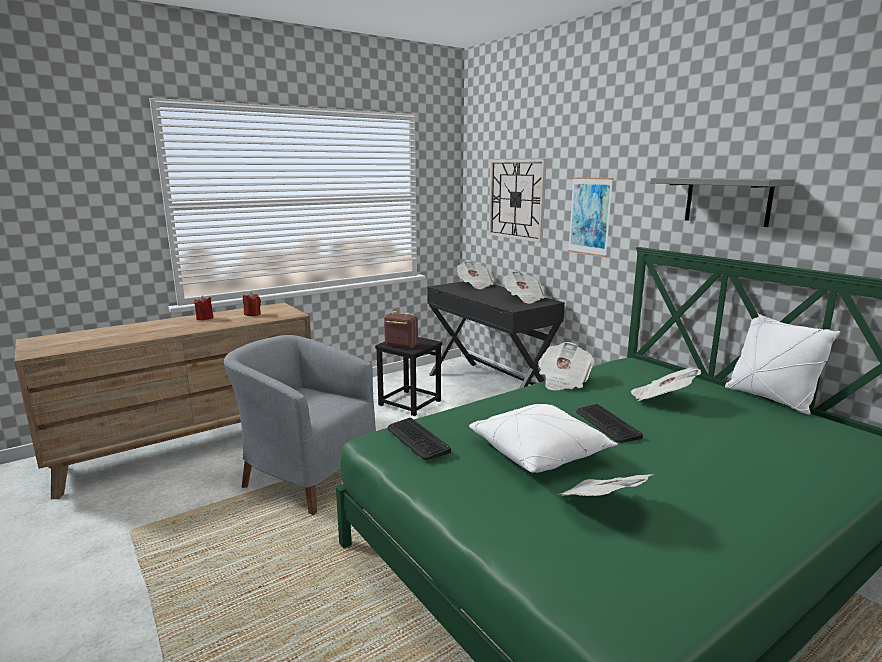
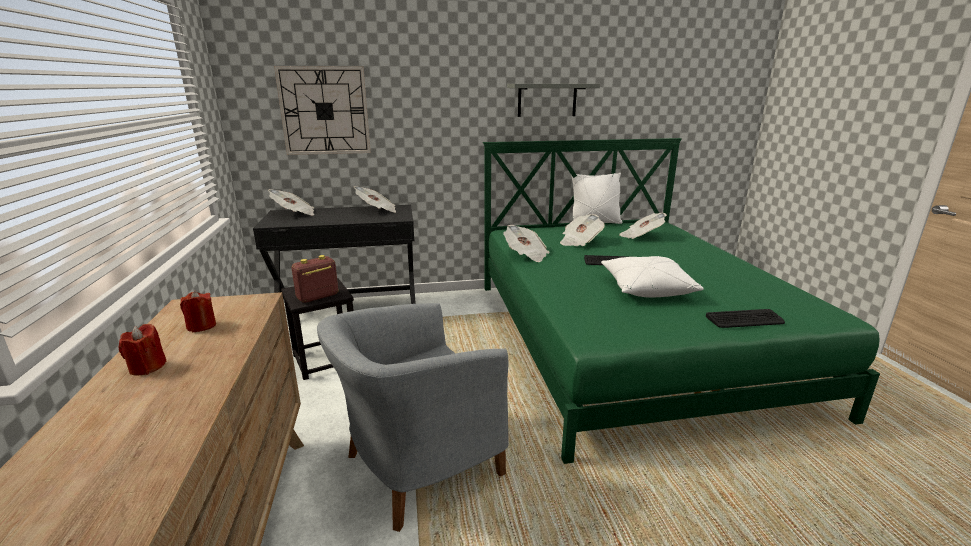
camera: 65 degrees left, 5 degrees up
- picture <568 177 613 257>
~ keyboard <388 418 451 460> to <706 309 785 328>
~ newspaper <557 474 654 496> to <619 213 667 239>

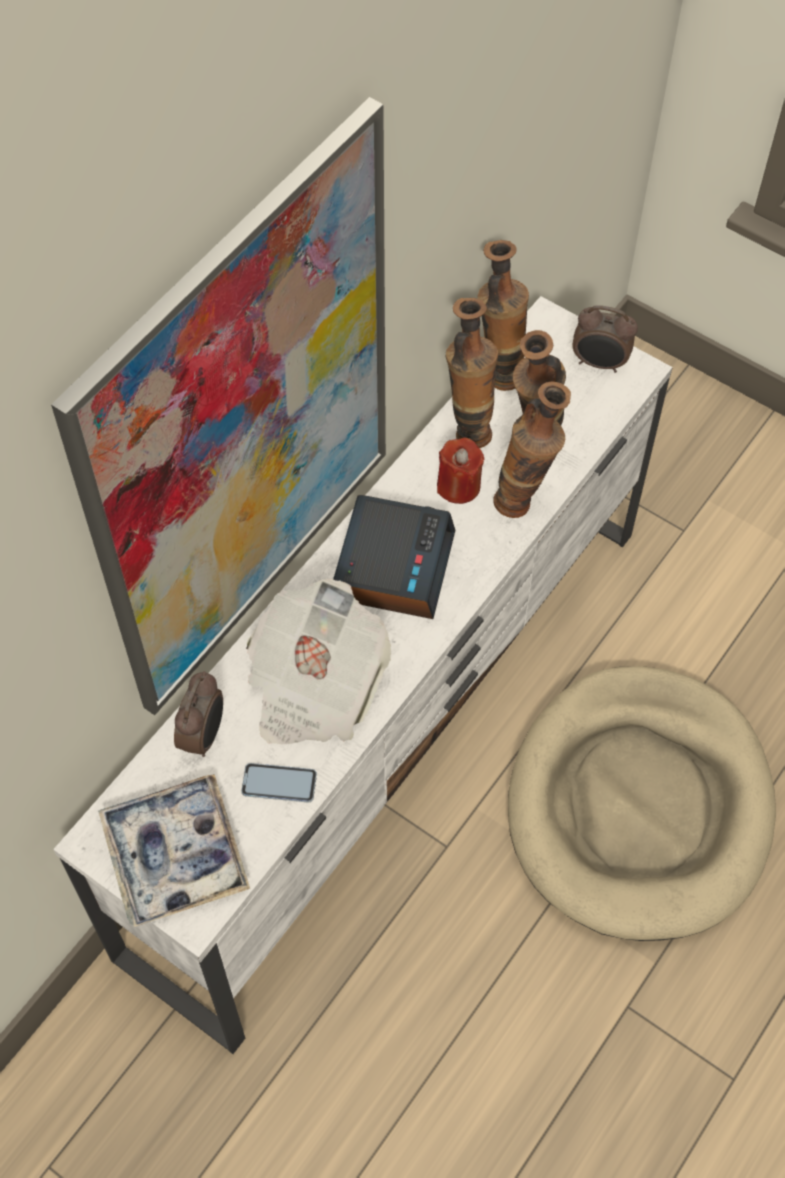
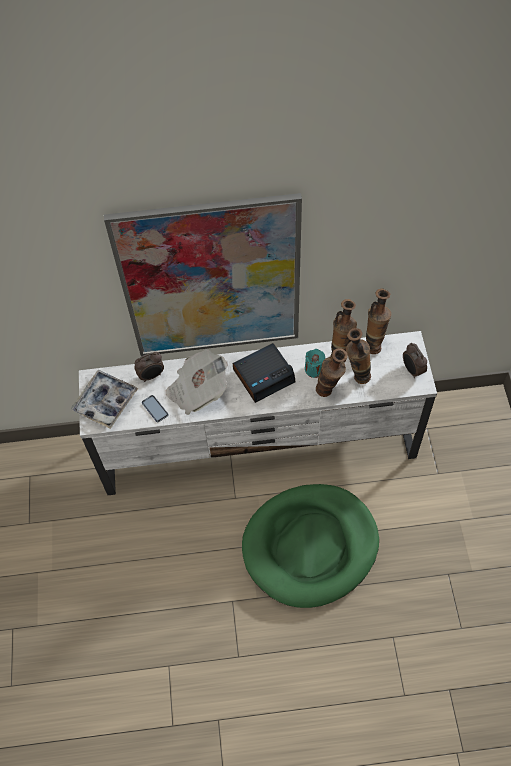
camera: 50 degrees right, 0 degrees up
~ red candle <437 438 485 504> to turquoise candle <305 349 325 378>
~ beige dog bed <508 666 776 941> to green dog bed <242 484 379 608>

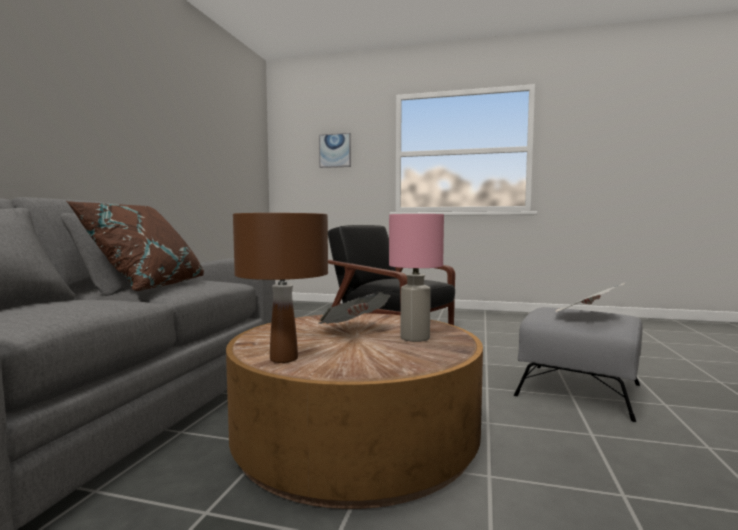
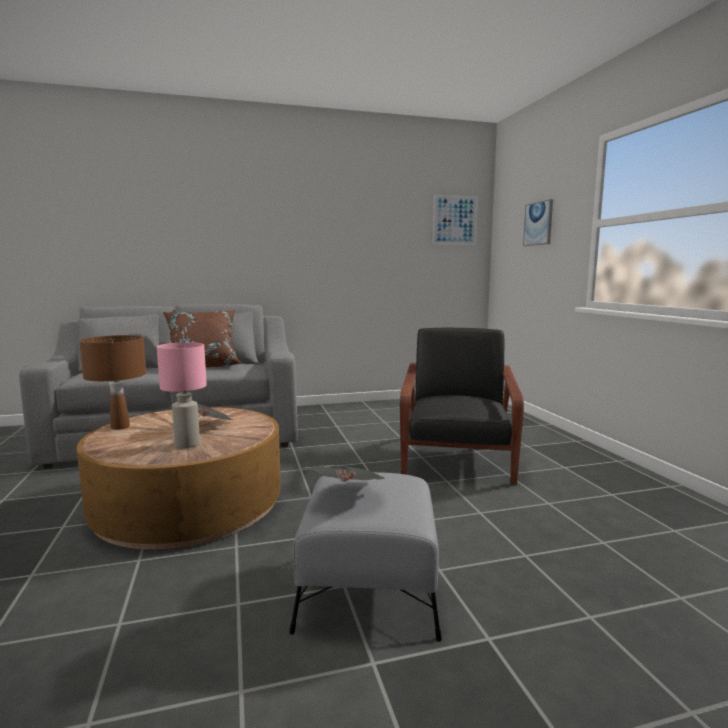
camera: 60 degrees right, 5 degrees up
+ picture <433 195 478 245>

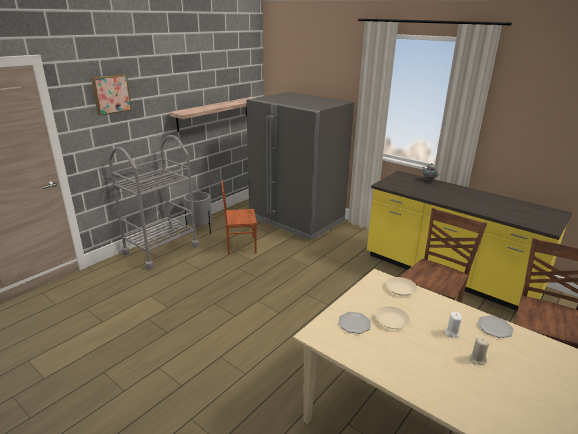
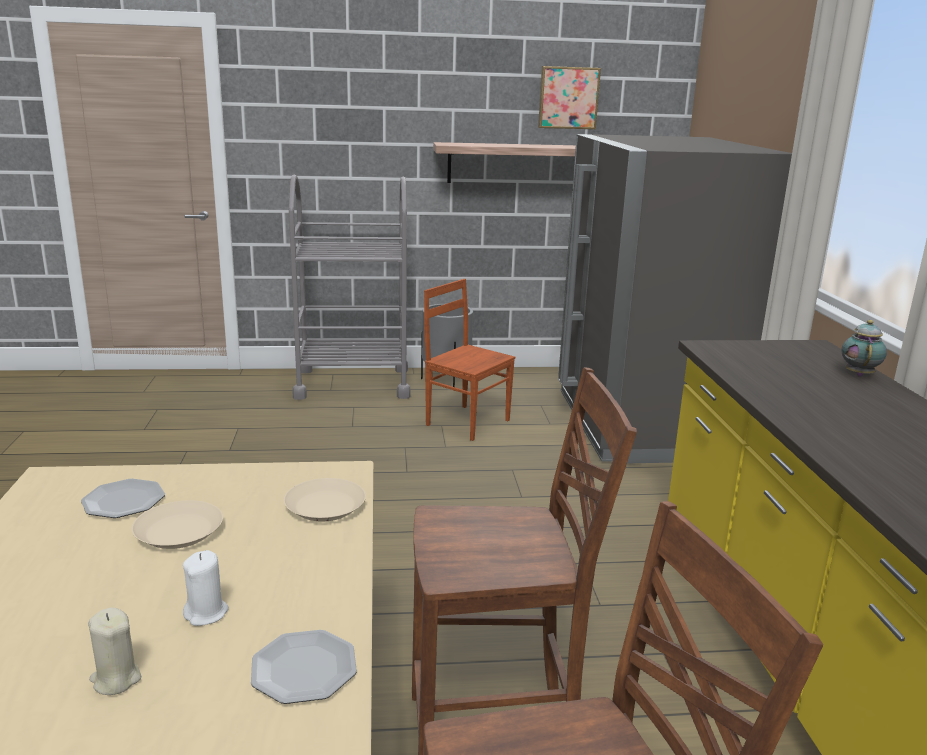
camera: 45 degrees right, 5 degrees down
~ picture <91 74 132 116> to <538 66 601 129>

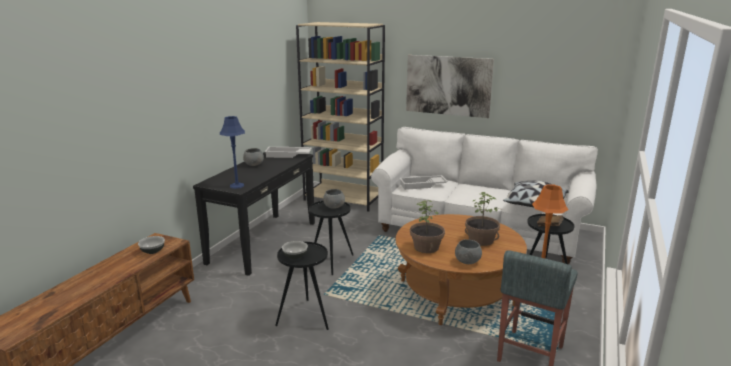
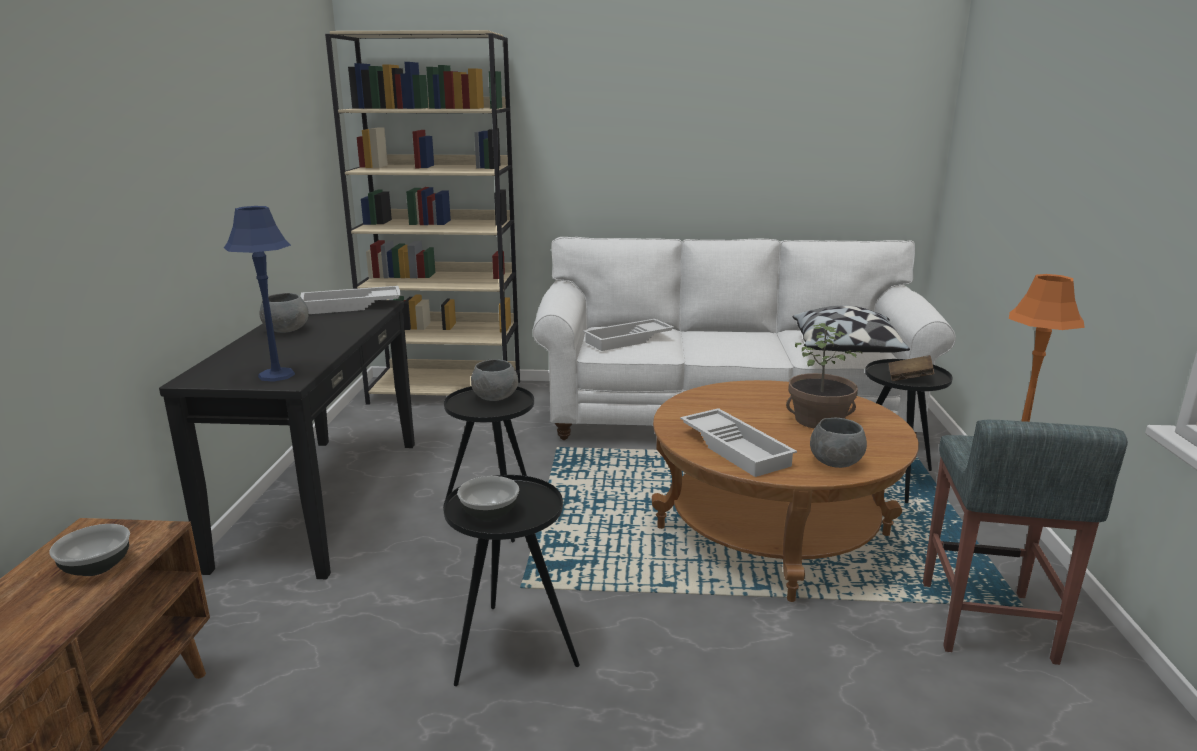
camera: 20 degrees left, 0 degrees up
- picture <406 55 494 118>
~ potted plant <410 200 445 253> to white tray <680 408 797 477>

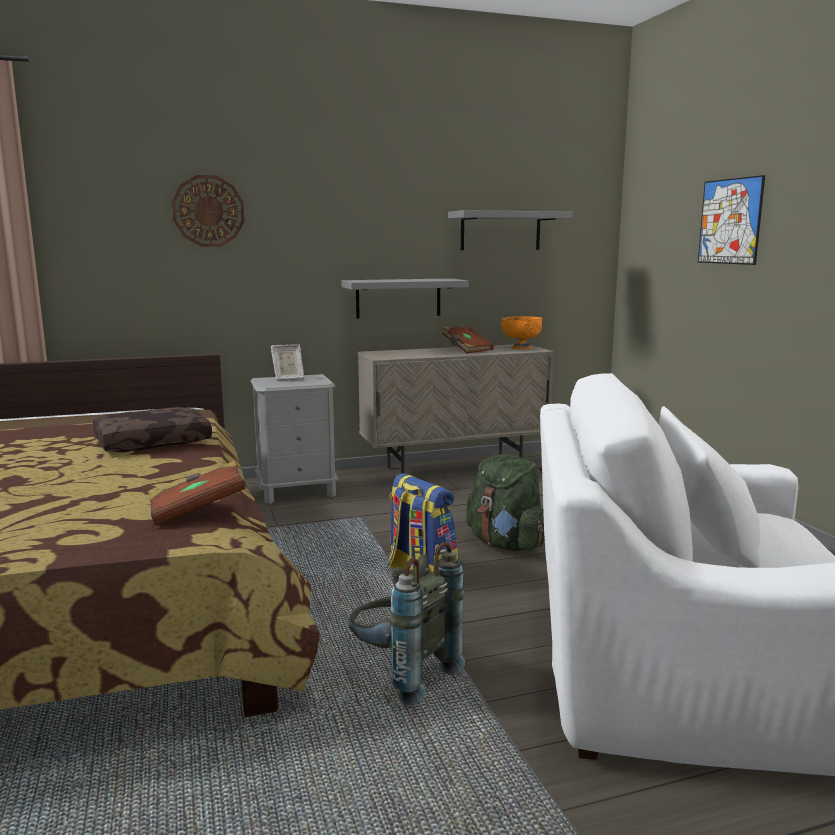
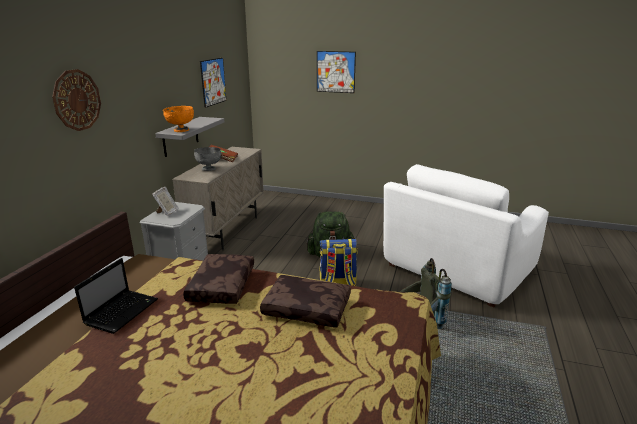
camera: 55 degrees left, 10 degrees up
~ grey shelf <448 210 573 250> to picture <200 58 226 108>
~ orange bowl <501 316 542 349> to <163 106 194 132>
- brown book <150 461 245 525>
+ grey bowl <194 147 221 171>
+ laptop <74 258 158 334>
+ brown pillow <260 275 351 328>

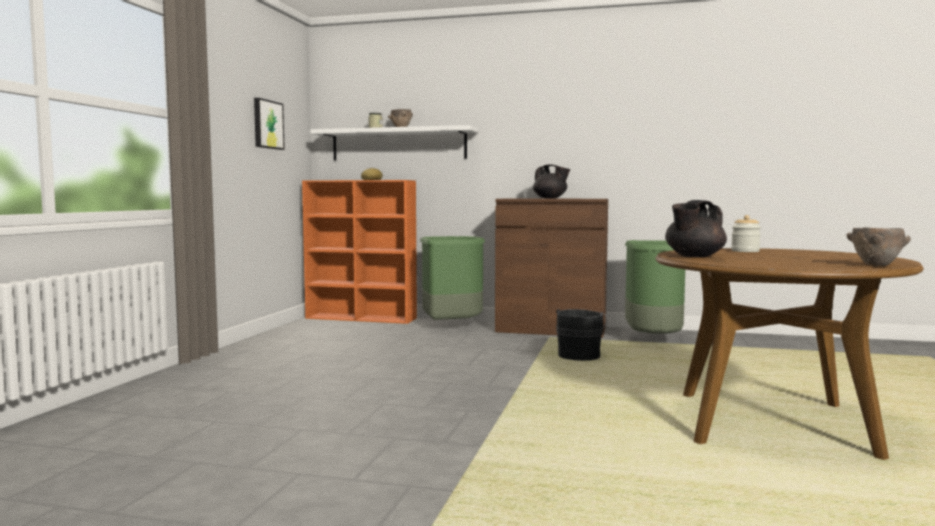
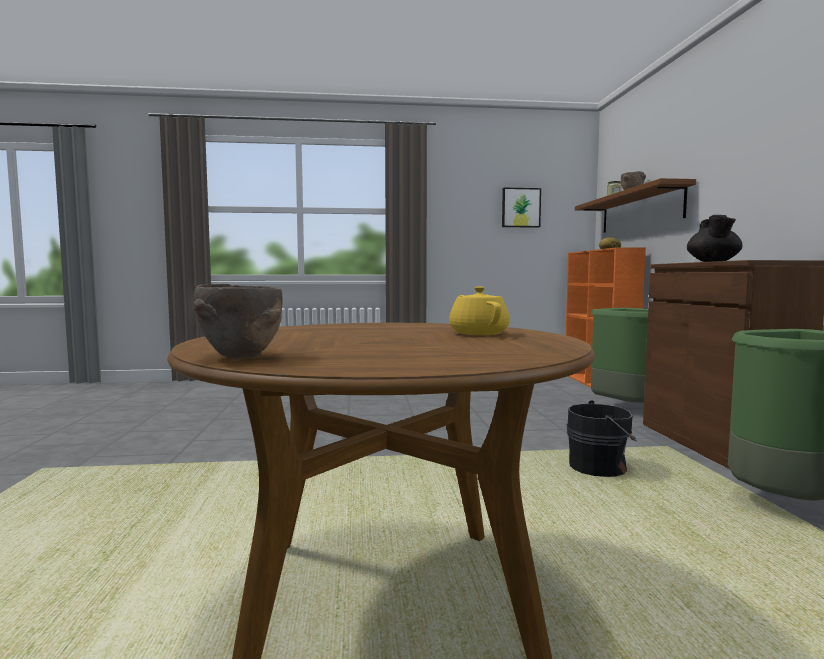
camera: 70 degrees right, 0 degrees up
~ white shelf <310 125 478 160> to brown shelf <575 178 696 233>
- black teapot <665 200 727 258>
~ jar <731 215 761 252> to yellow teapot <449 286 510 335>

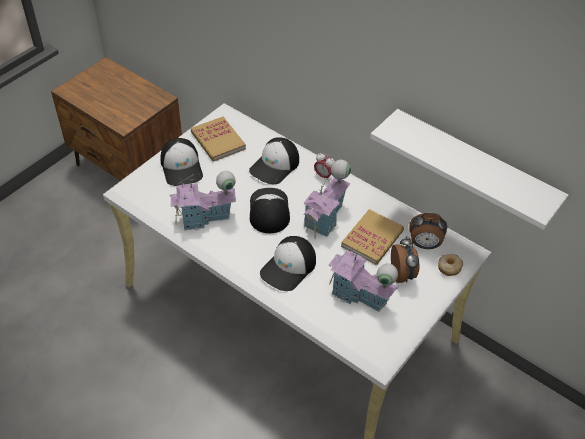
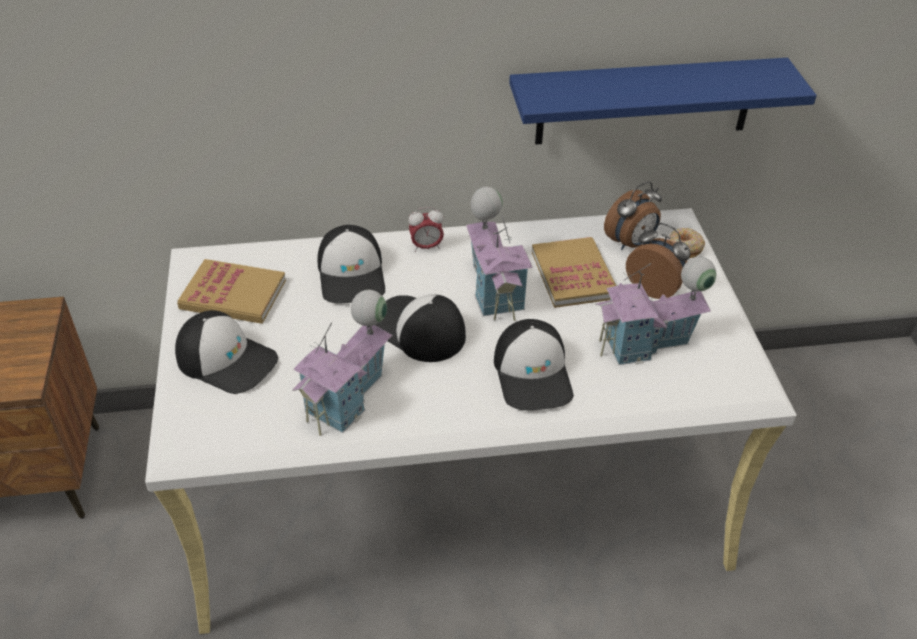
camera: 45 degrees left, 5 degrees down
~ white shelf <370 109 568 230> to blue shelf <509 58 817 145>

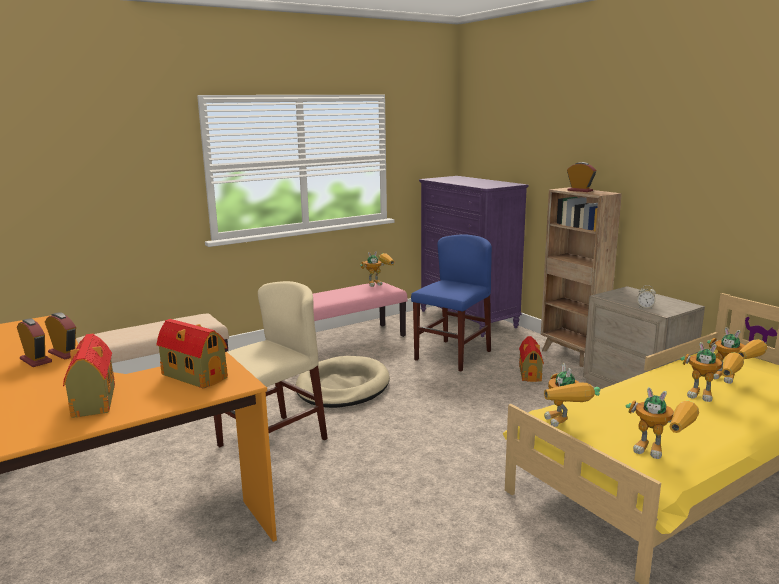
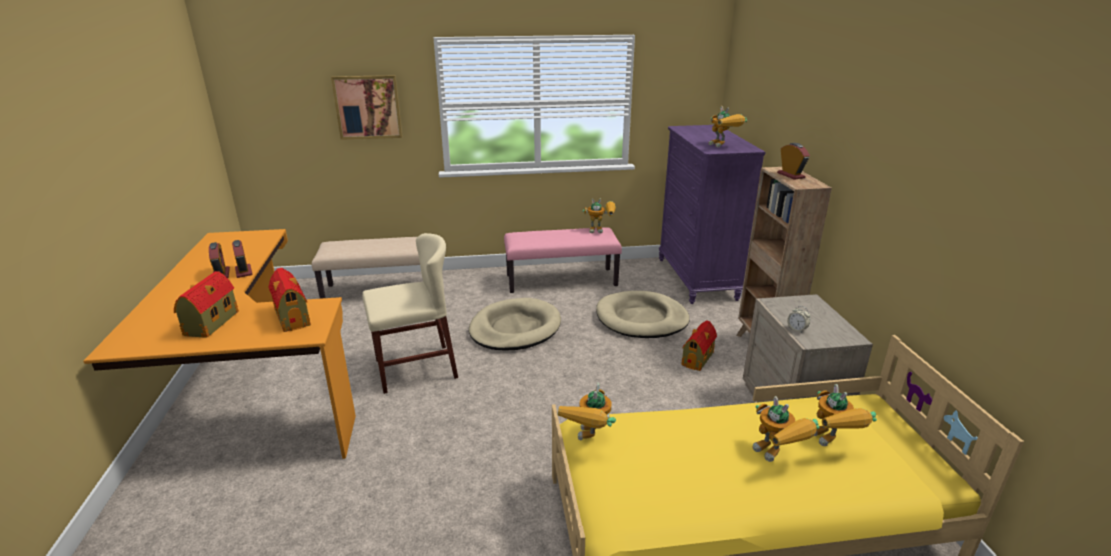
camera: 25 degrees right, 10 degrees up
~ blue chair <411 234 492 372> to beige dog bed <596 291 690 338>
~ toy robot <626 387 699 459> to <709 106 747 147>
+ picture <331 75 402 140>

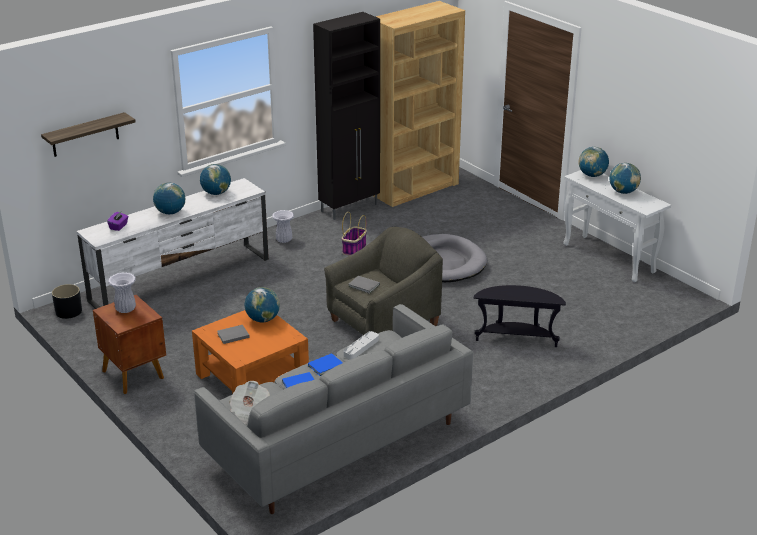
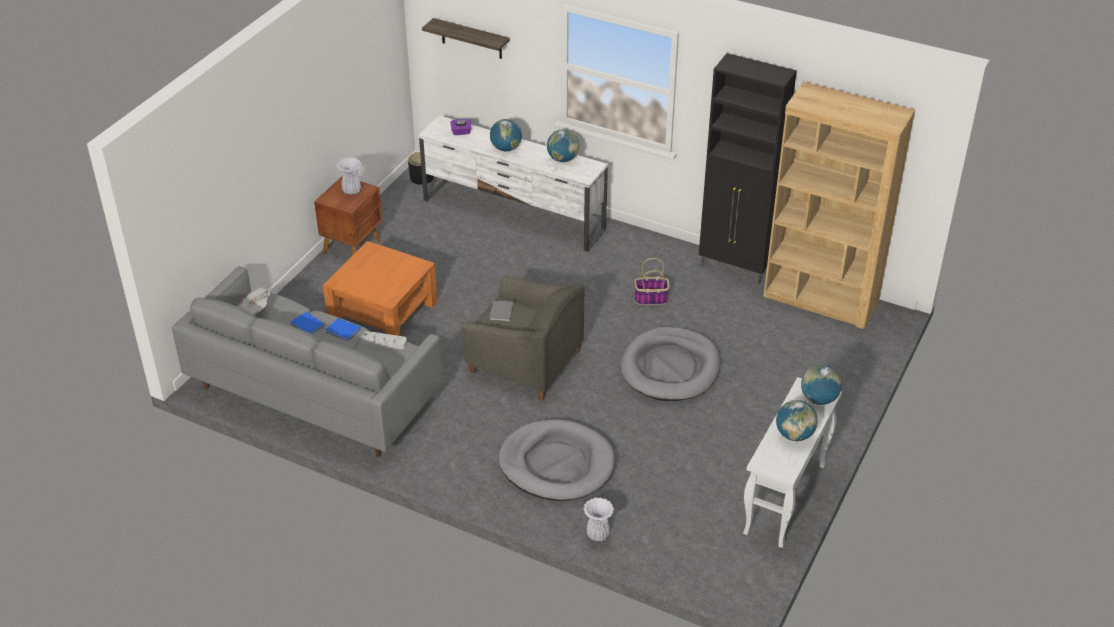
camera: 65 degrees right, 10 degrees up
~ white vase <272 210 294 243> to <583 497 614 541>
~ black side table <474 285 566 347> to grey dog bed <498 419 615 501>
- globe <245 287 280 322>
- grey book <217 325 250 344>

